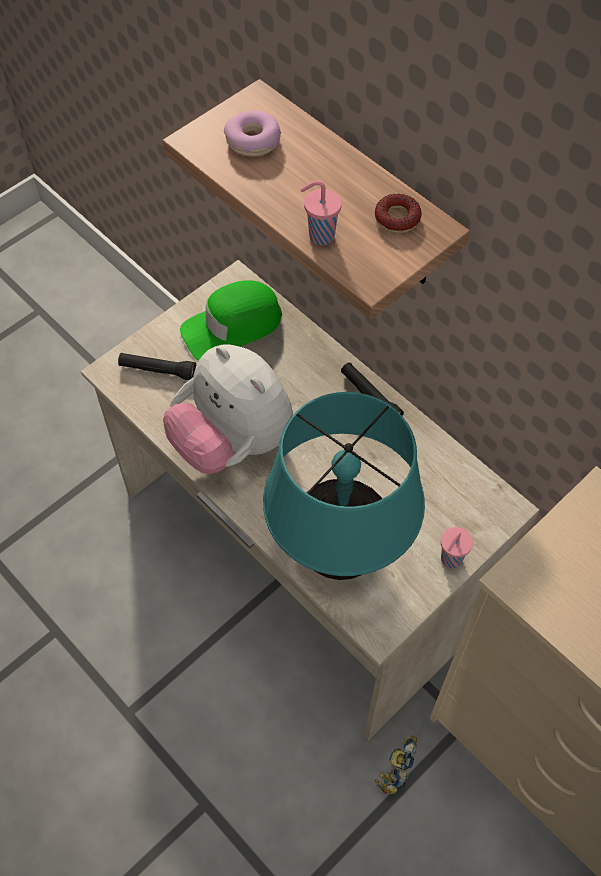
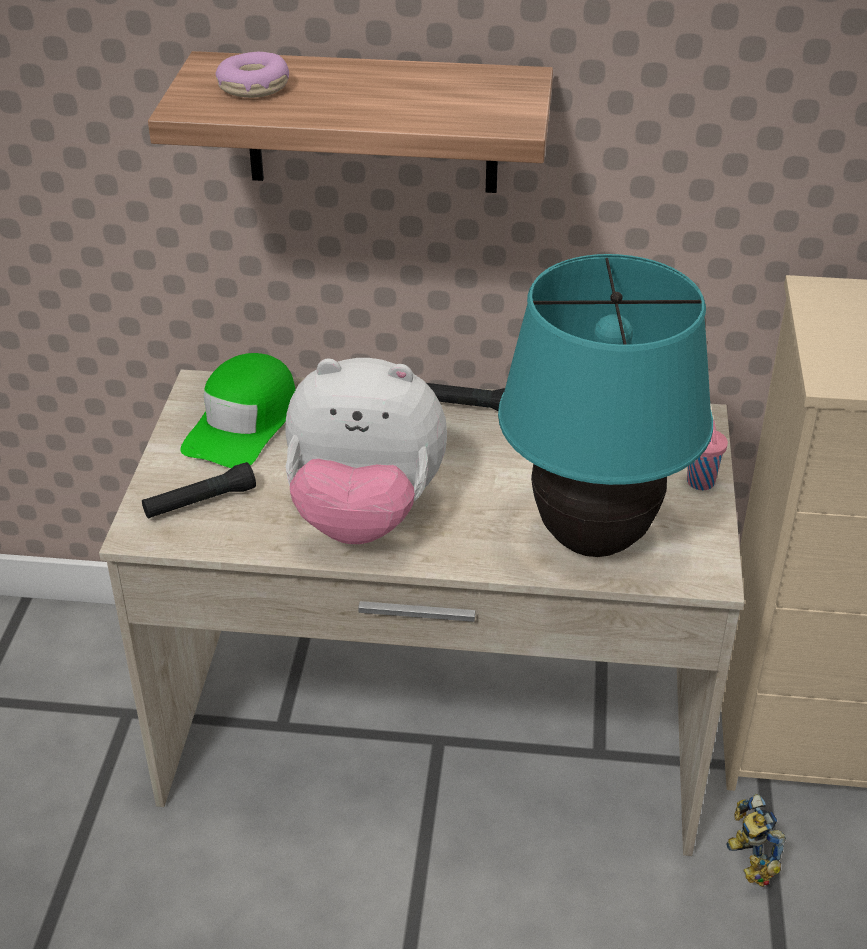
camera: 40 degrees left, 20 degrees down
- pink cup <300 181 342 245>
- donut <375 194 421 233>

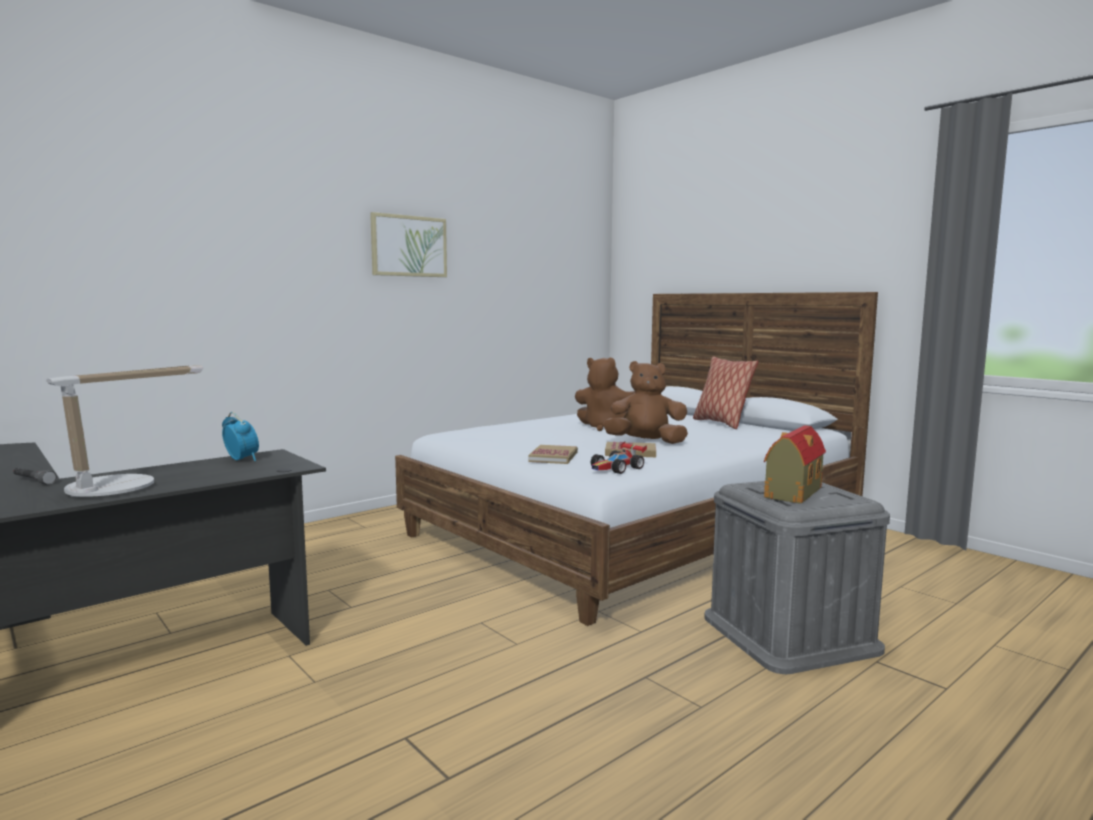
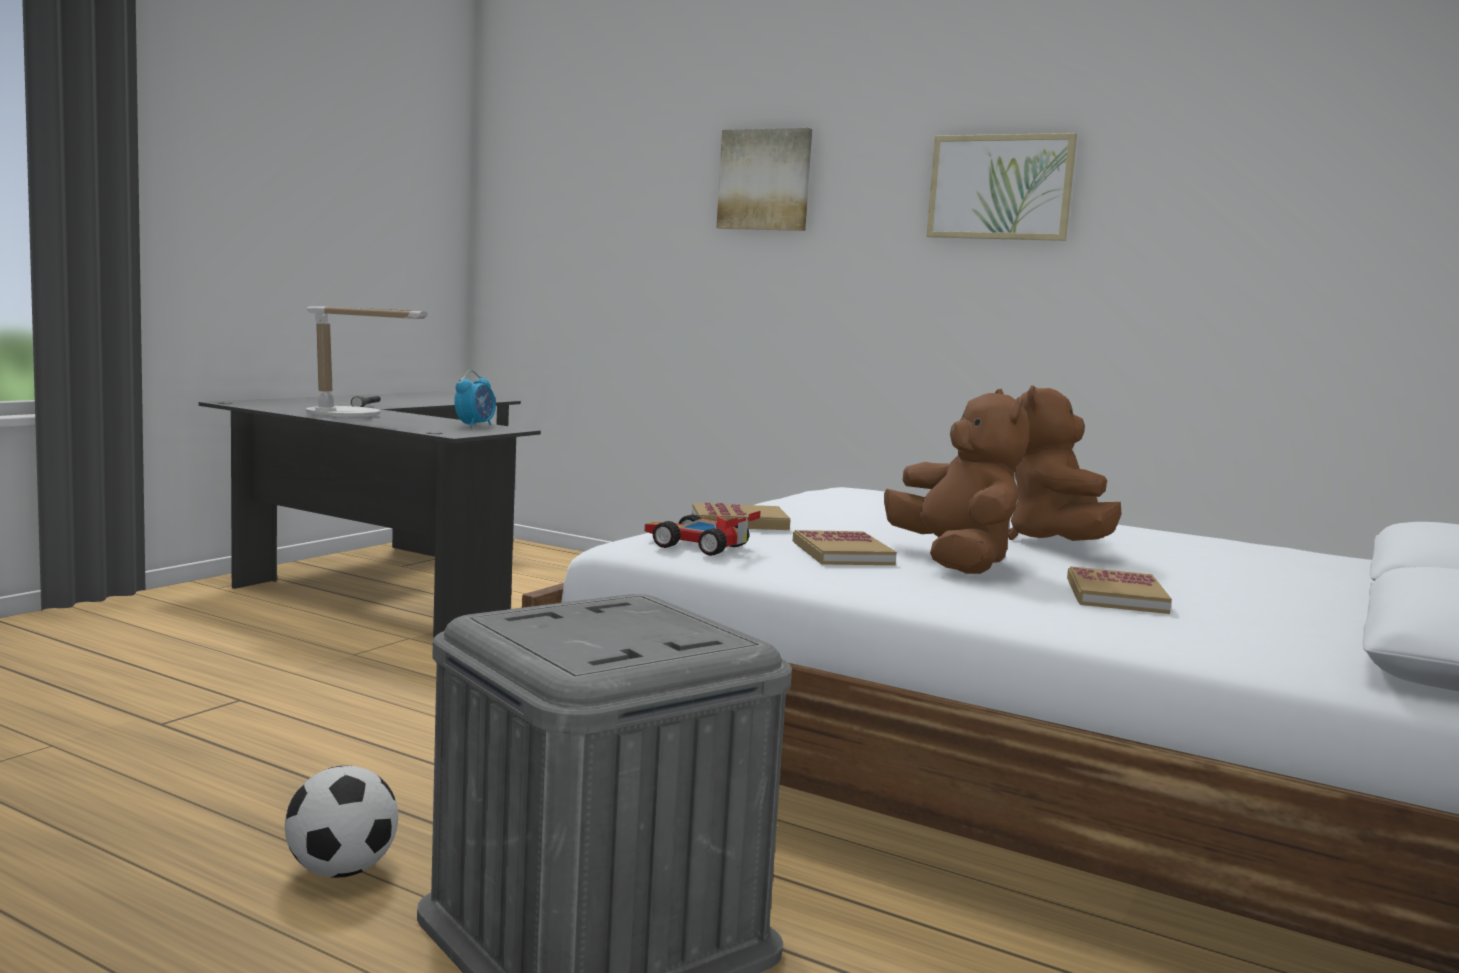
camera: 70 degrees right, 0 degrees up
- pillow <693 356 758 429>
- toy house <764 425 826 504>
+ picture <716 128 812 231>
+ book <1067 566 1172 614>
+ football <285 765 398 878>

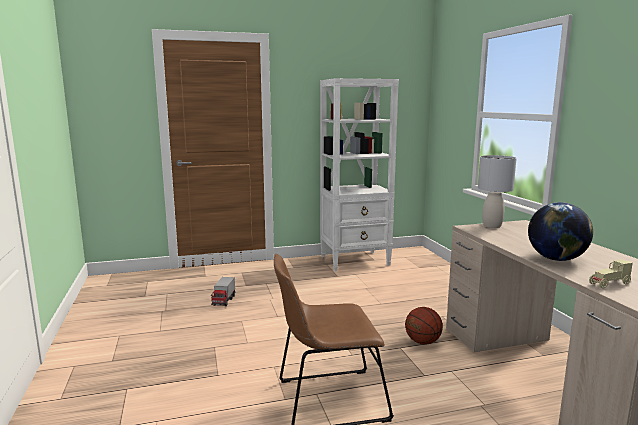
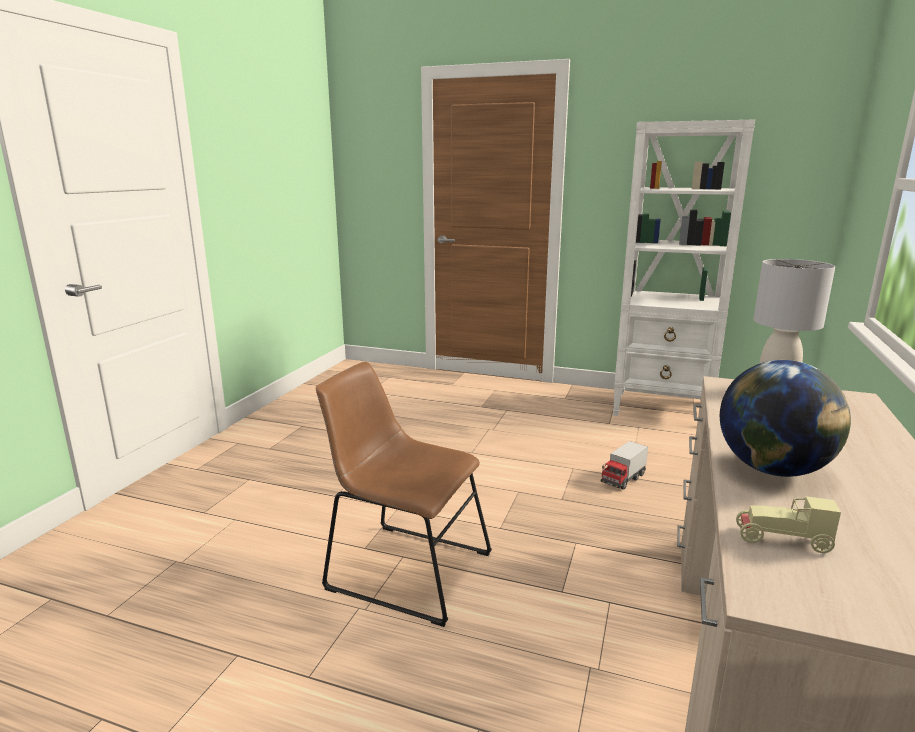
camera: 35 degrees right, 5 degrees up
~ toy truck <211 277 235 306> to <601 441 648 490>
- basketball <405 307 443 344>

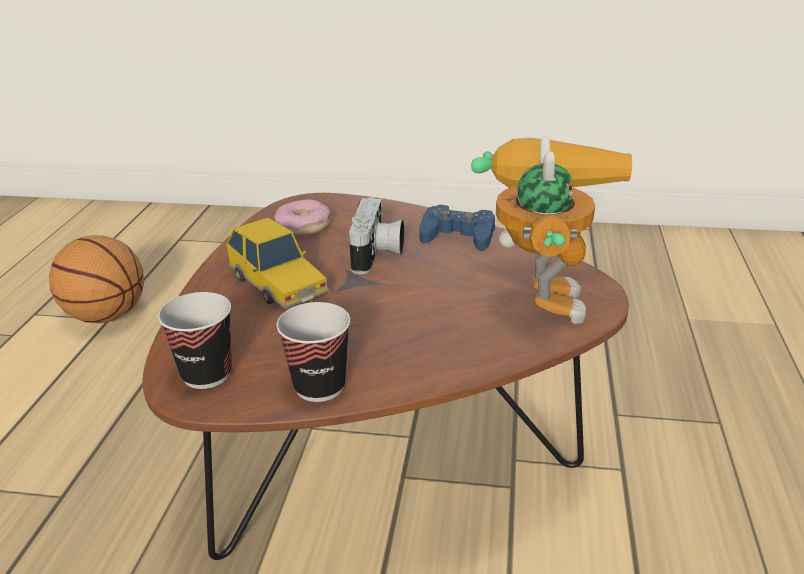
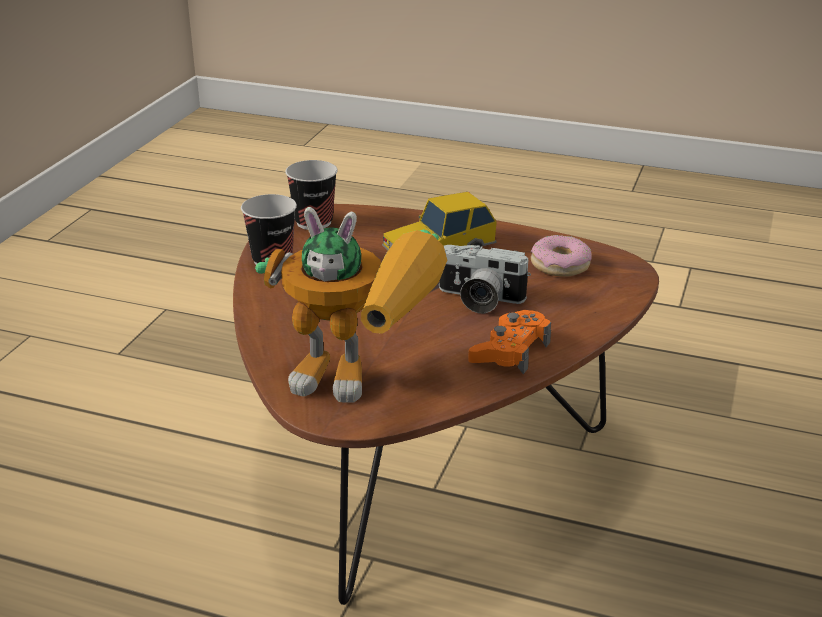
camera: 100 degrees right, 0 degrees up
~ blue game controller <419 205 495 251> to orange game controller <468 310 551 374>
- basketball <49 235 144 323>

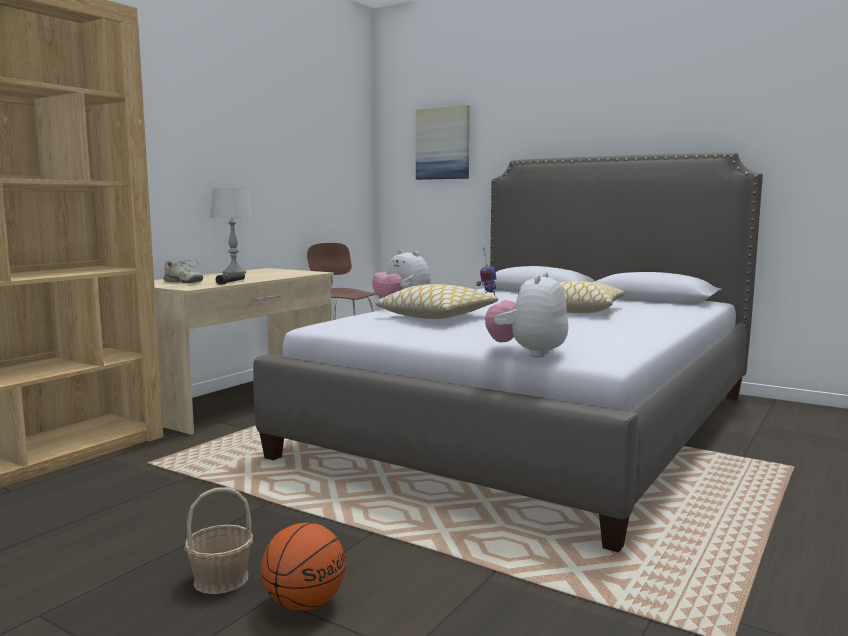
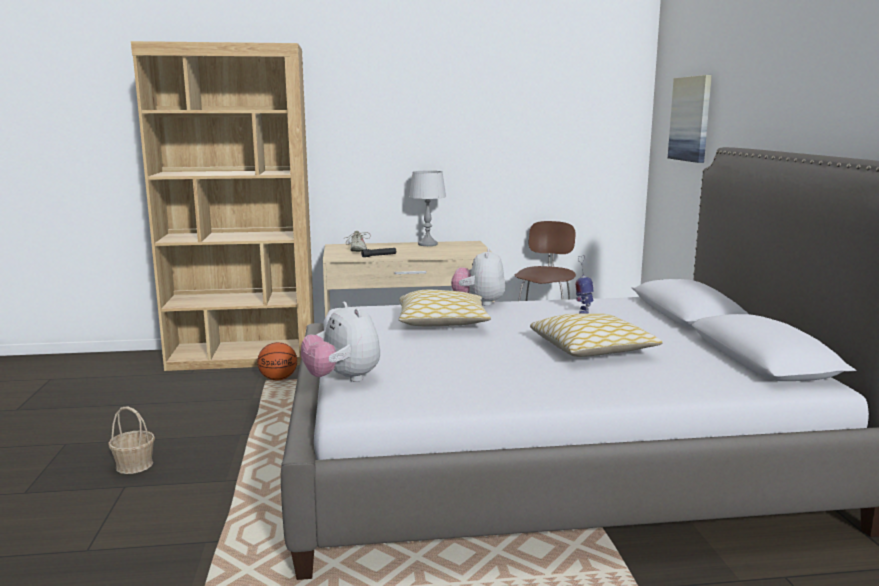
camera: 50 degrees right, 5 degrees up
~ plush toy <485 272 568 358> = <301 302 380 382> 105 degrees counterclockwise
~ basketball <261 523 346 611> to <257 342 297 381>

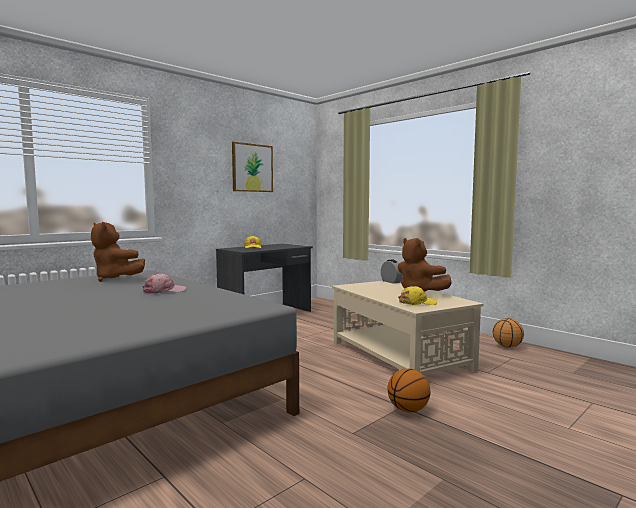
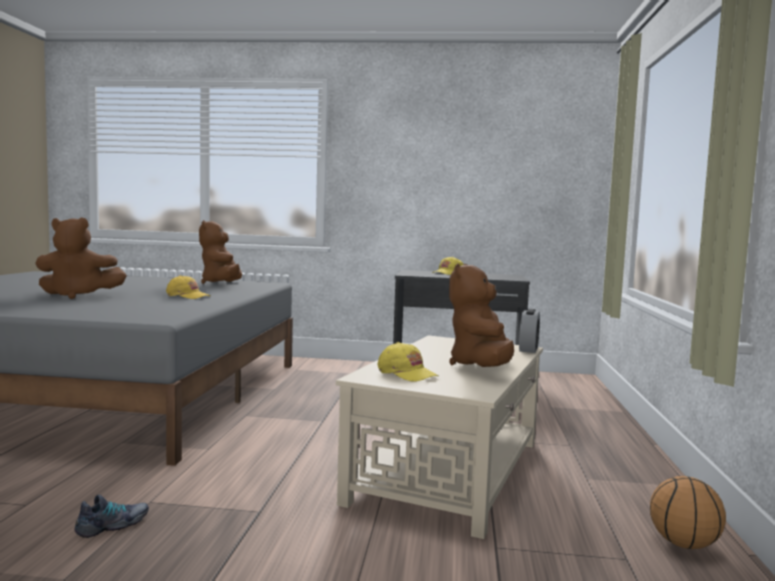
camera: 50 degrees right, 0 degrees up
- picture <232 142 273 192>
~ pink cap <143 274 186 294> to yellow cap <166 275 211 299>
- basketball <388 368 430 413>
+ brown plush toy <35 217 127 299>
+ shoe <74 495 149 538>

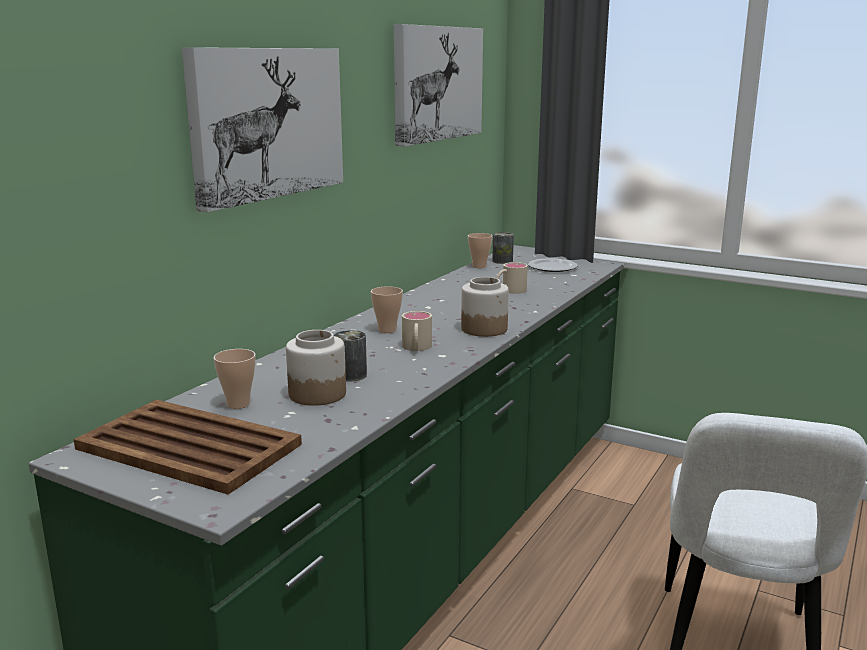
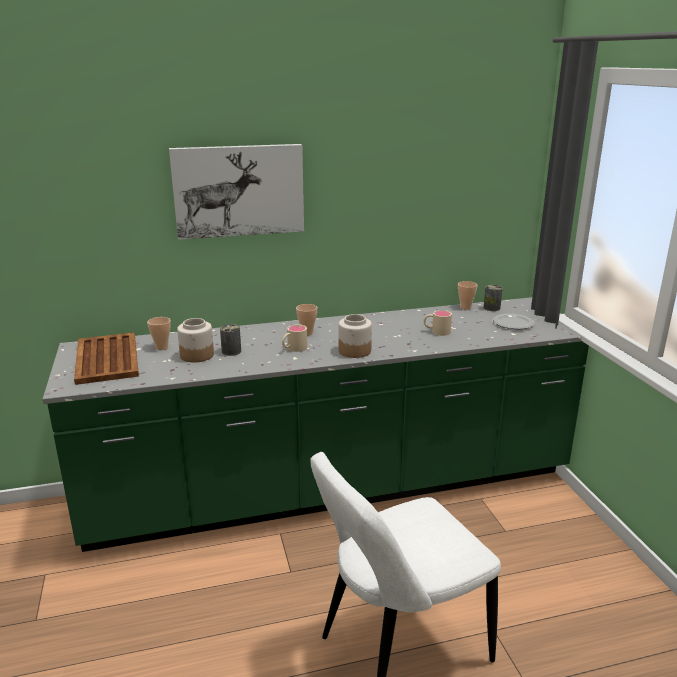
camera: 45 degrees right, 5 degrees up
- picture <393 24 483 146>

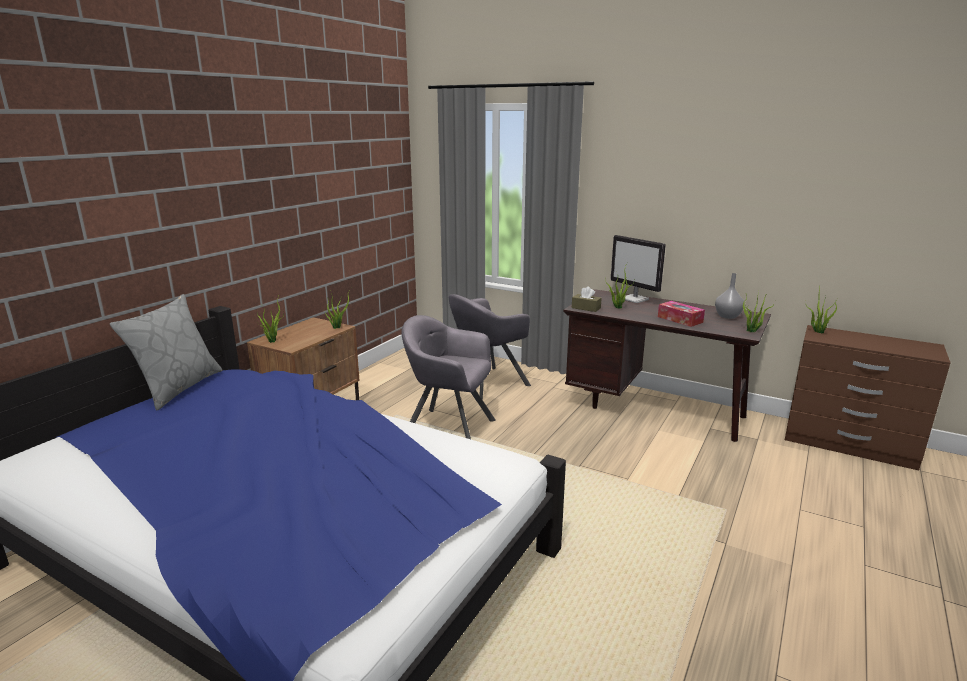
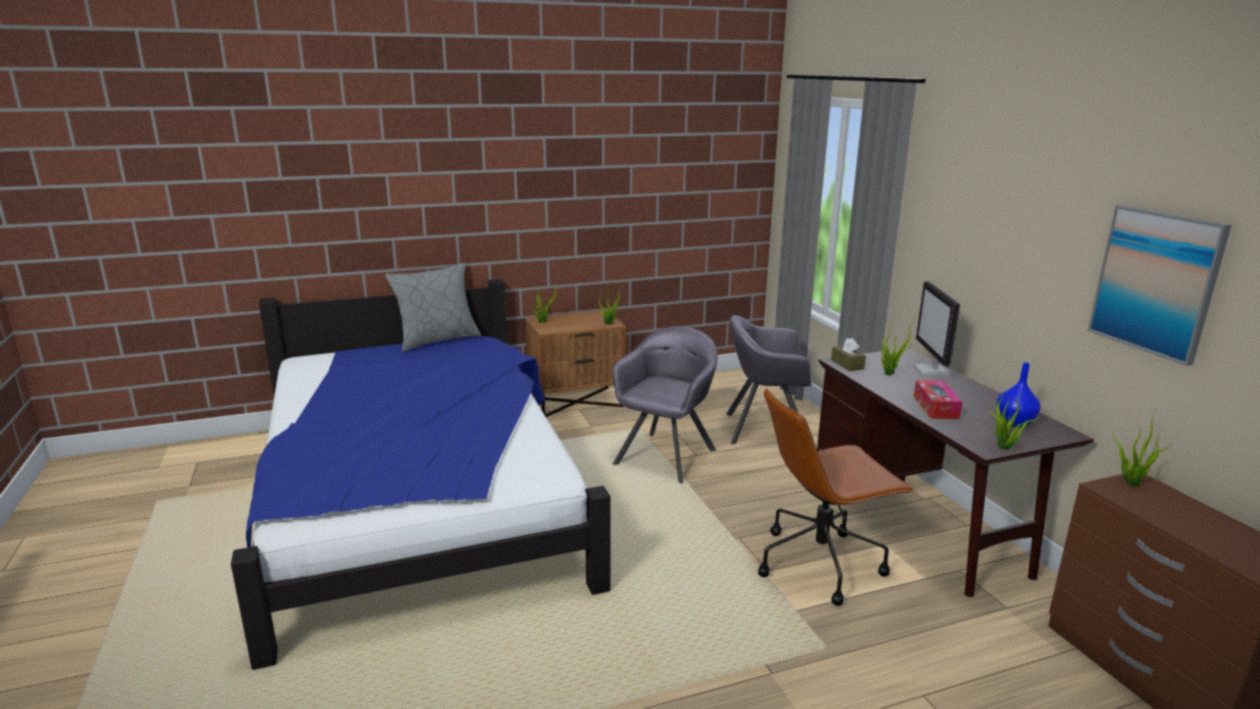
camera: 40 degrees right, 0 degrees up
~ grey vase <715 273 745 319> to blue vase <996 362 1040 427>
~ grey armchair <402 315 496 439> = <613 326 718 484> 60 degrees clockwise
+ picture <1088 205 1232 366>
+ brown office chair <758 388 915 606>

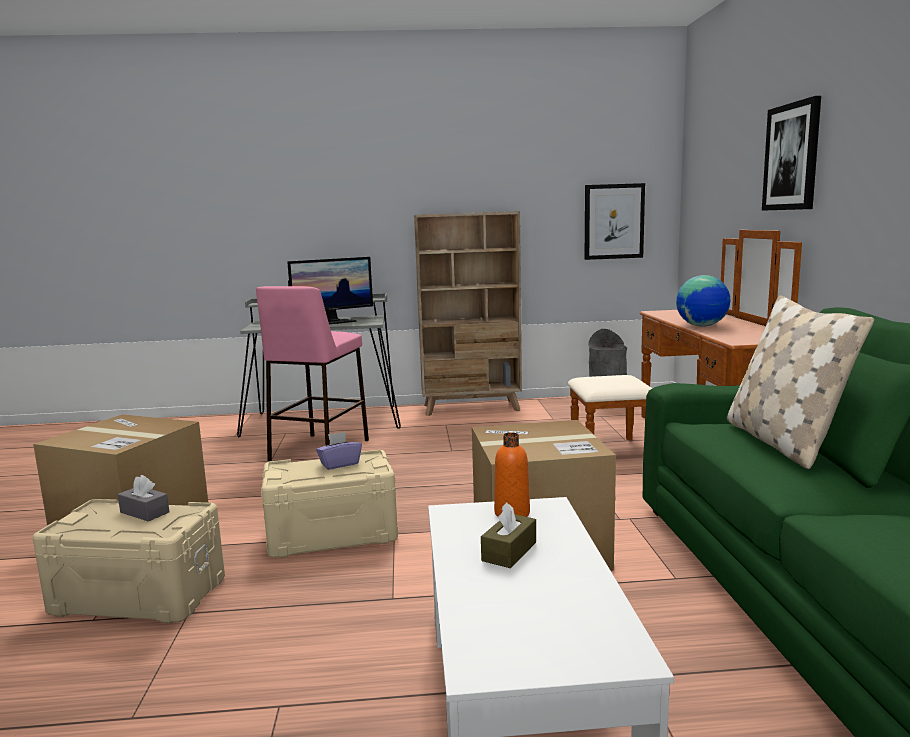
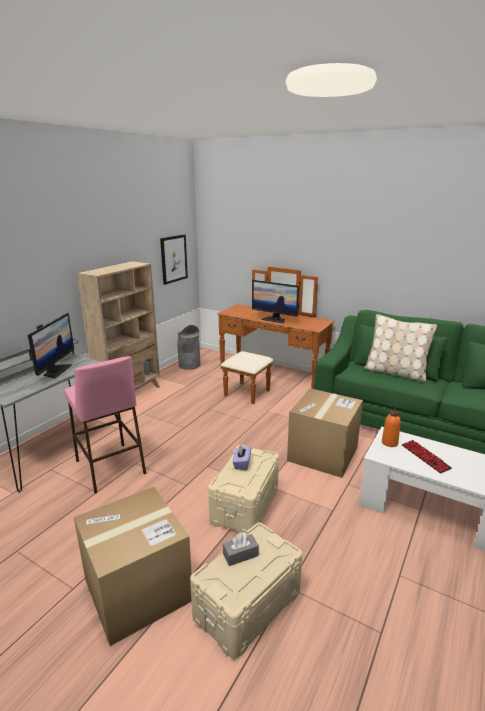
camera: 55 degrees left, 10 degrees up
- picture <762 96 821 211>
~ globe <676 275 730 327> to monitor <252 280 299 323>
~ brown tissue box <481 502 536 568> to keyboard <402 440 452 473>

